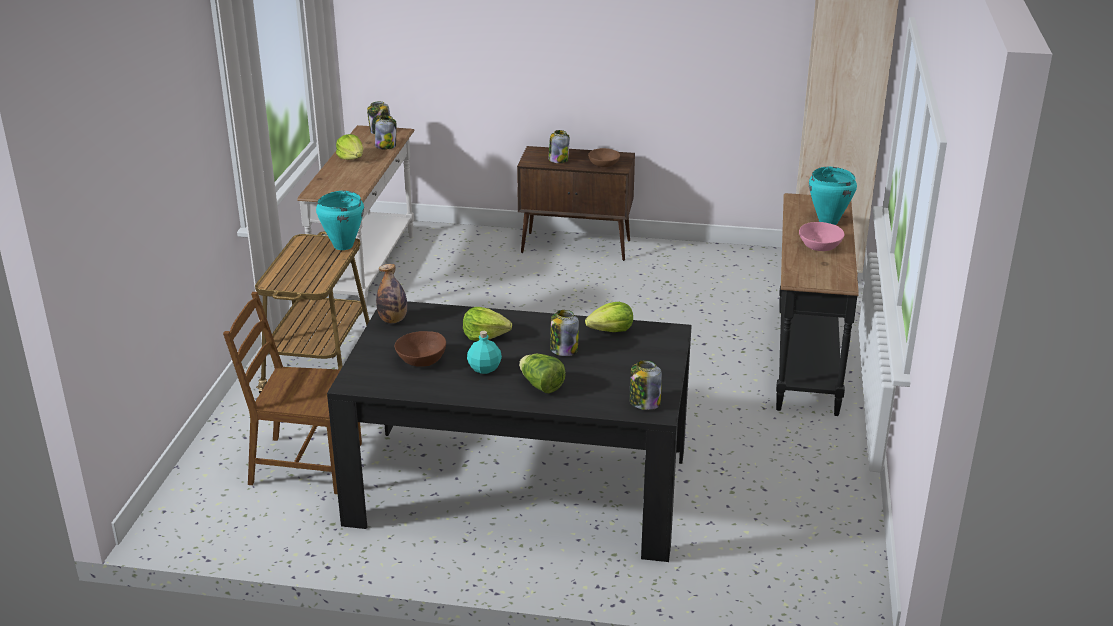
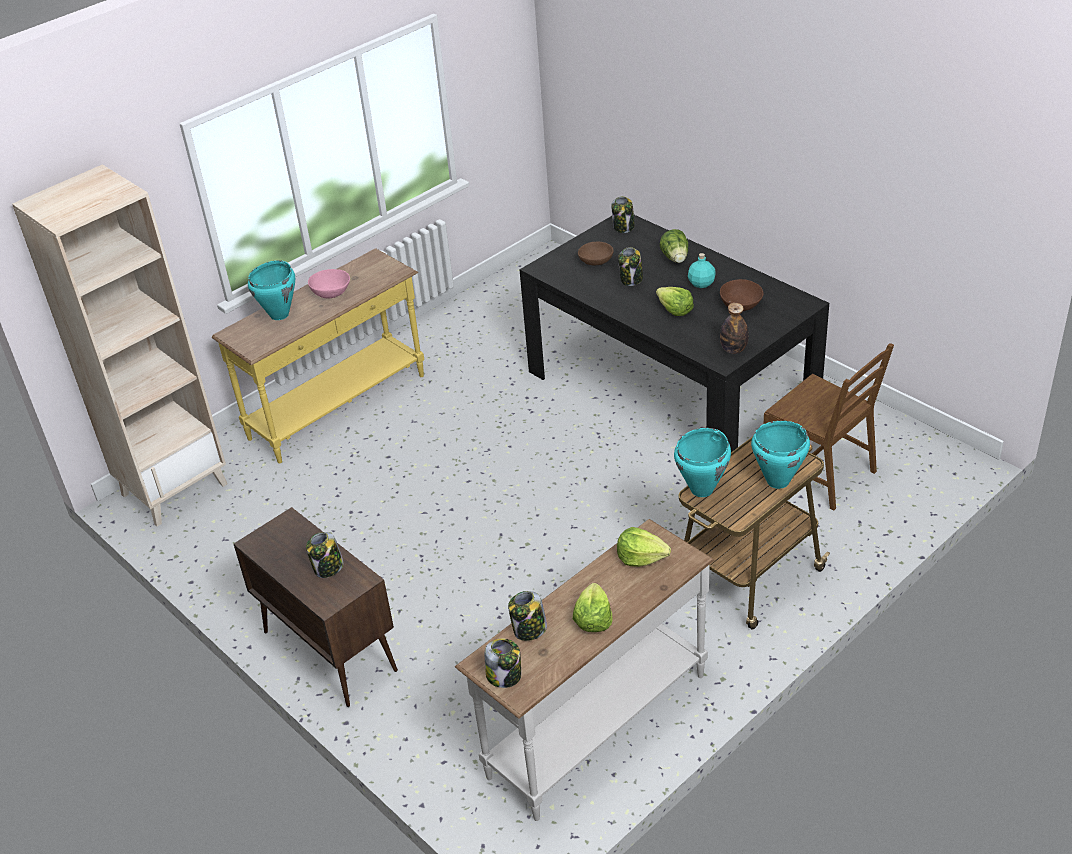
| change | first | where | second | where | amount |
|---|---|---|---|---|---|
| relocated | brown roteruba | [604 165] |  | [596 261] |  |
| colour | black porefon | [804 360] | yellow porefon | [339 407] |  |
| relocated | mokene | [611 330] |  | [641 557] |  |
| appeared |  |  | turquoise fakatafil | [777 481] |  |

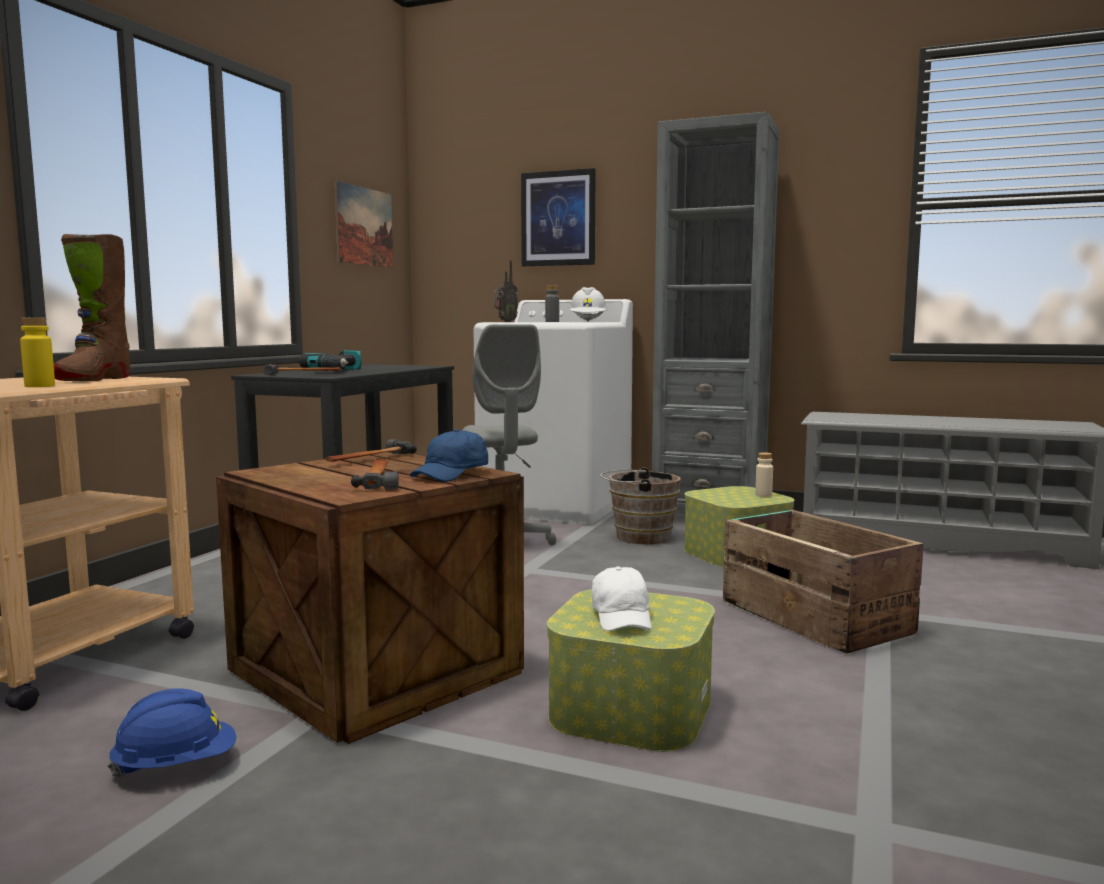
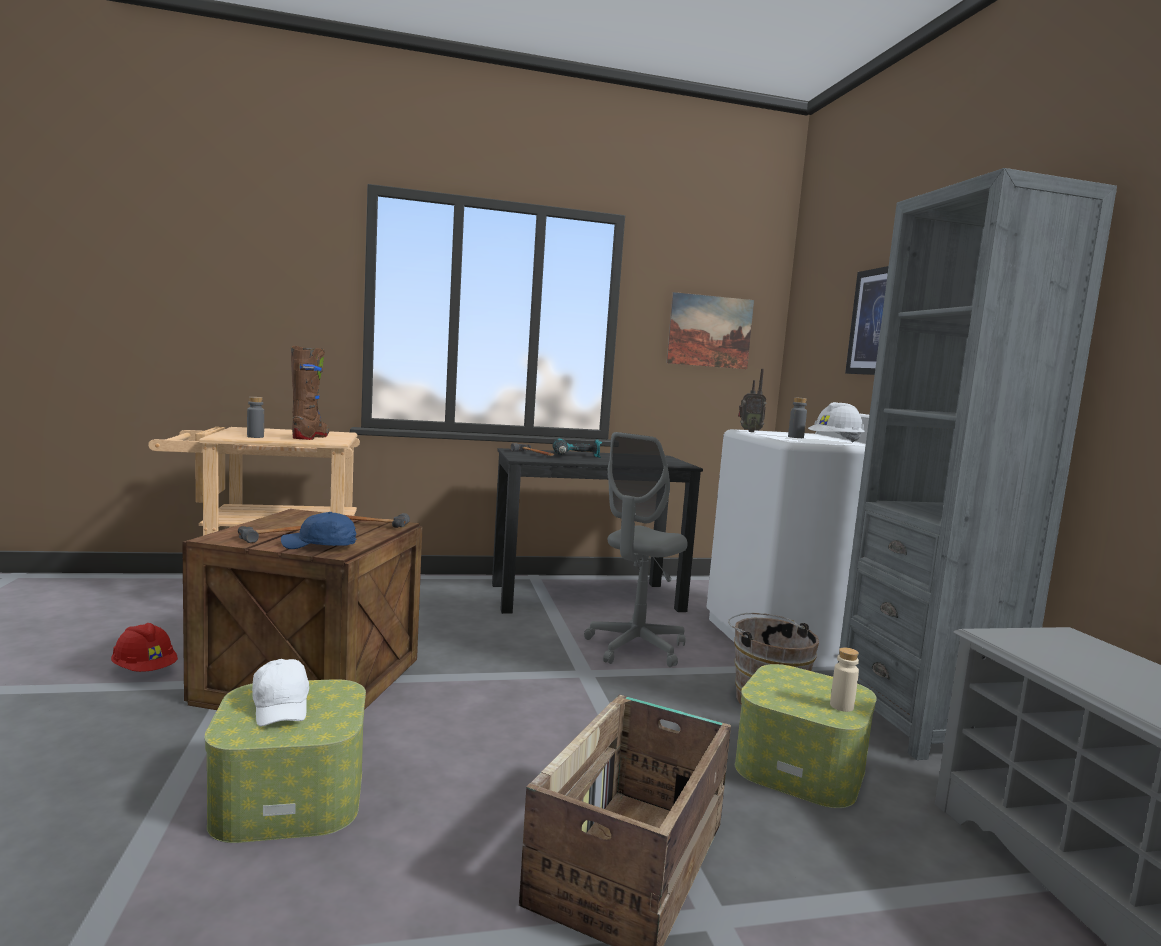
| change | first | where | second | where | amount |
|---|---|---|---|---|---|
| spun | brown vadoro | [93 380] |  | [311 437] | 120 degrees clockwise |
| colour | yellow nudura | [40 386] | grey nudura | [255 437] |  |
| spun | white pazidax | [622 617] |  | [281 707] | 75 degrees counterclockwise |
| colour | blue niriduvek | [176 766] | red niriduvek | [145 670] |  |

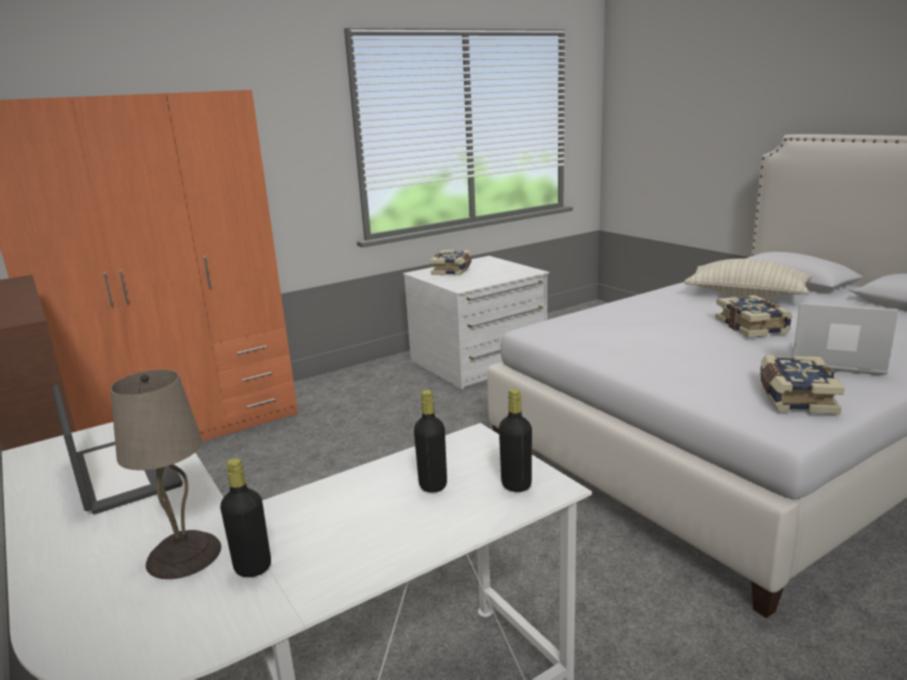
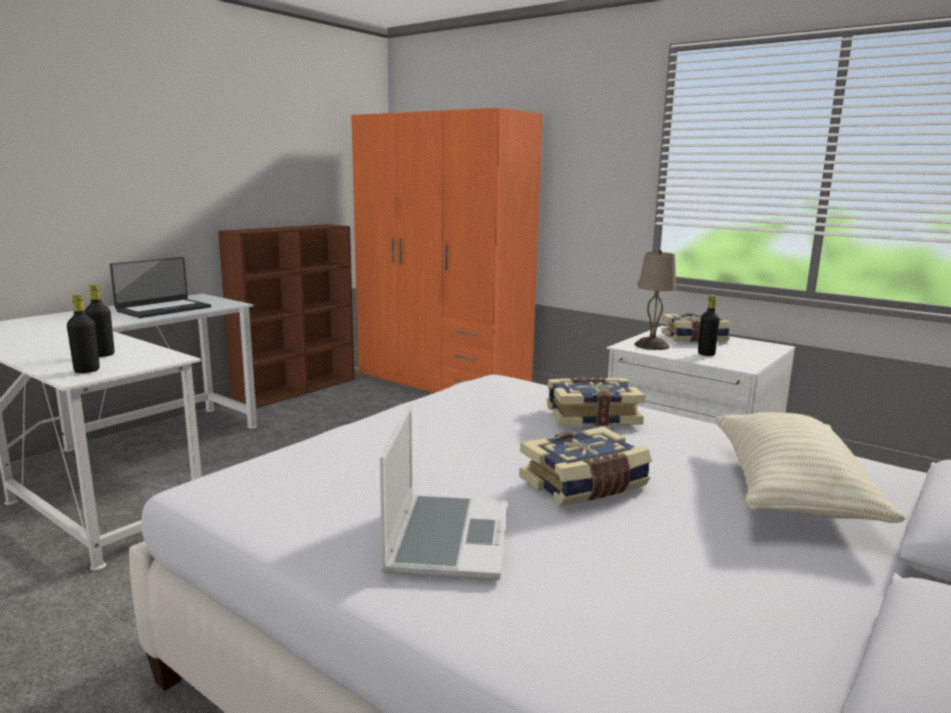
| change | first | where | second | where | amount |
|---|---|---|---|---|---|
| relocated | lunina | [794 397] |  | [592 416] |  |
| relocated | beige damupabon | [183 556] |  | [651 345] |  |
| relocated | black nudura | [253 567] |  | [706 354] |  |

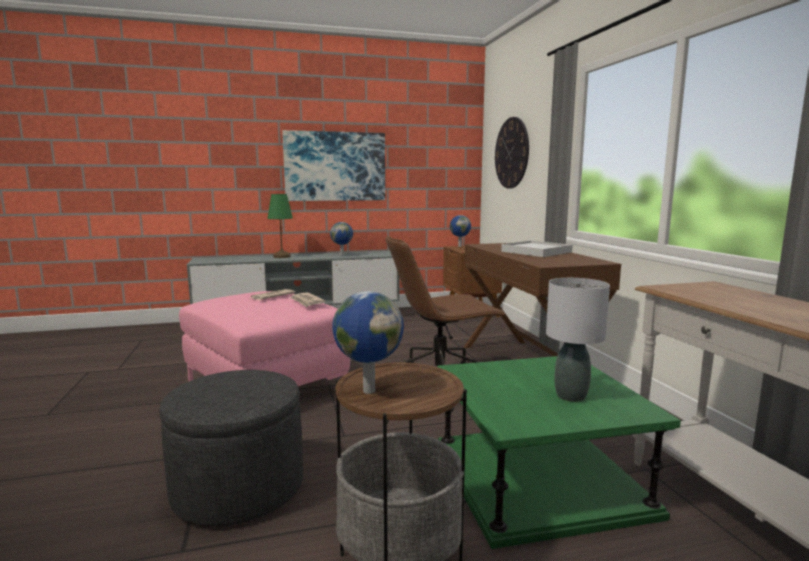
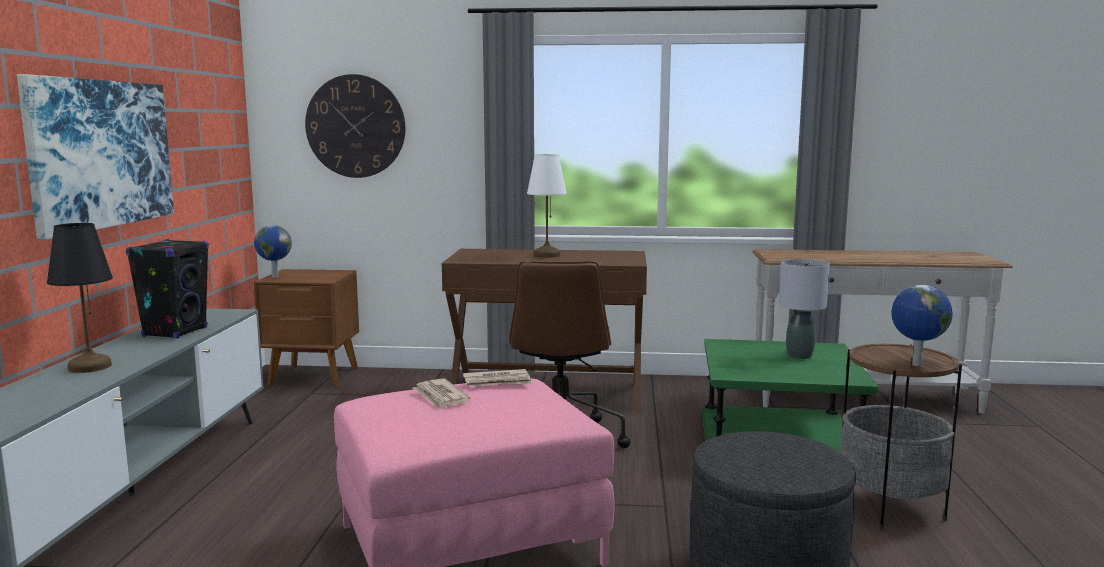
| change | first | where | second | where | amount |
|---|---|---|---|---|---|
| colour | green damupabon | [281 256] | black damupabon | [89 367] |  |
| exchanged | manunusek | [342 255] | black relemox | [175 332] |  |
| exchanged | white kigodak | [536 252] | white damupabon | [546 255] |  |

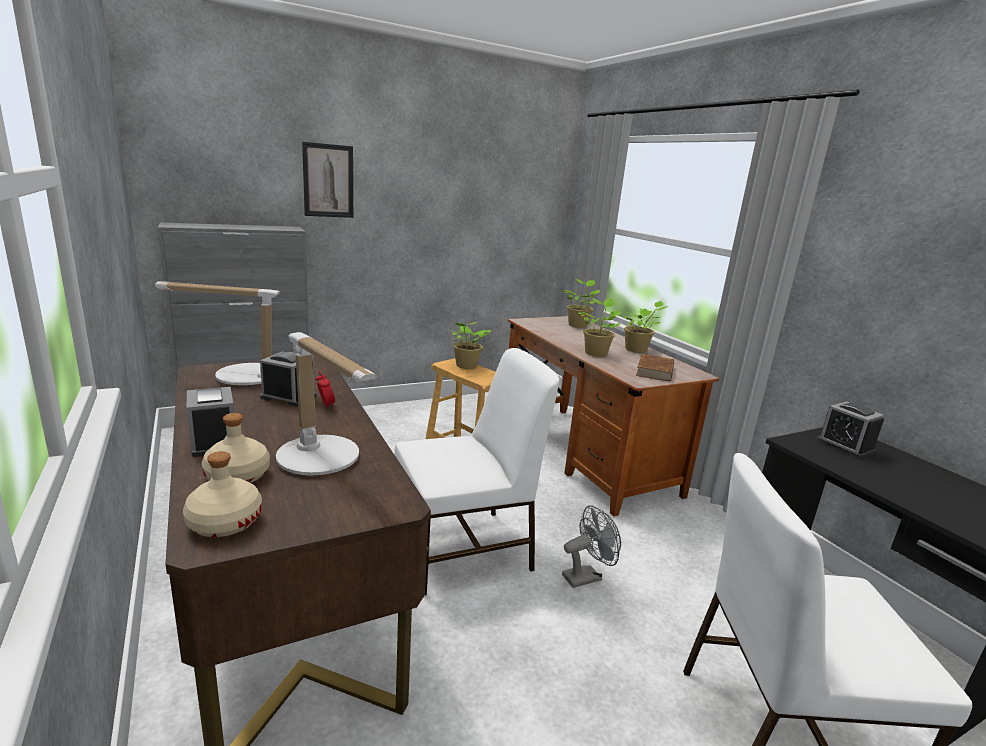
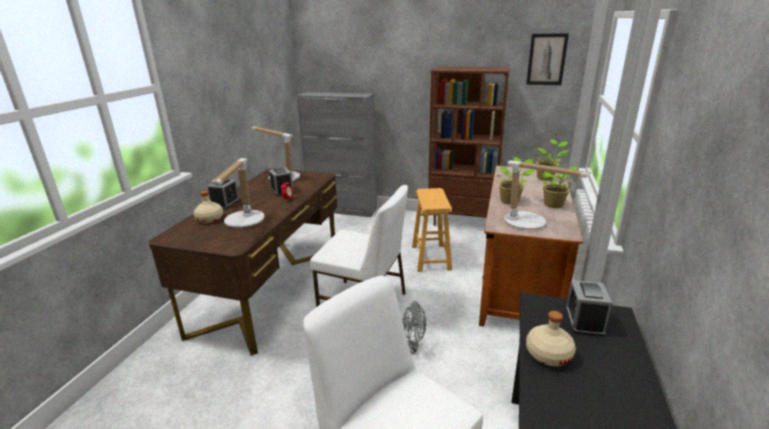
| change | first | where | second | where | amount |
|---|---|---|---|---|---|
| relocated | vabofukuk | [328 181] |  | [546 59] |  |
| missing | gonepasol | [466 366] |  |  |  |
| exchanged | brown lunina | [655 371] | damupabon | [530 223] |  |
| relocated | beige nudura | [224 522] |  | [548 354] |  |
| appeared |  |  | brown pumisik | [462 222] |  |

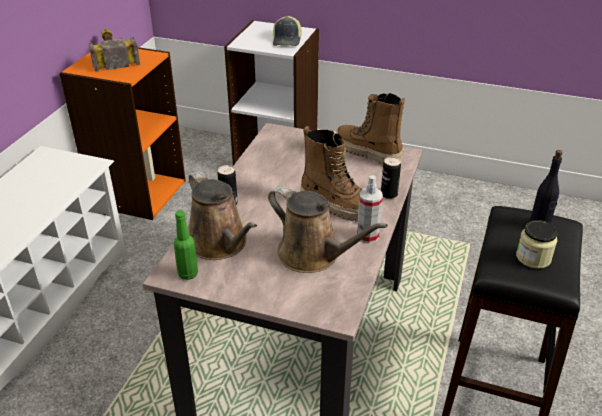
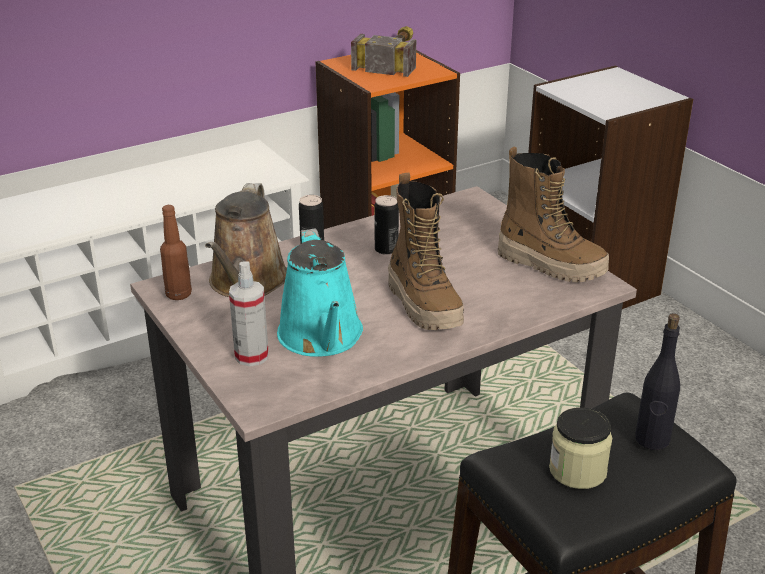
| change | first | where | second | where | amount |
|---|---|---|---|---|---|
| missing | pazidax | [287 40] |  |  |  |
| spun | vadoro | [367 154] |  | [551 265] | 135 degrees clockwise |
| relocated | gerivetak | [389 194] |  | [386 249] |  |
| relocated | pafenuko | [367 236] |  | [251 356] |  |
| colour | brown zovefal | [313 255] | turquoise zovefal | [322 338] |  |
| colour | green nudura | [188 274] | brown nudura | [178 295] |  |

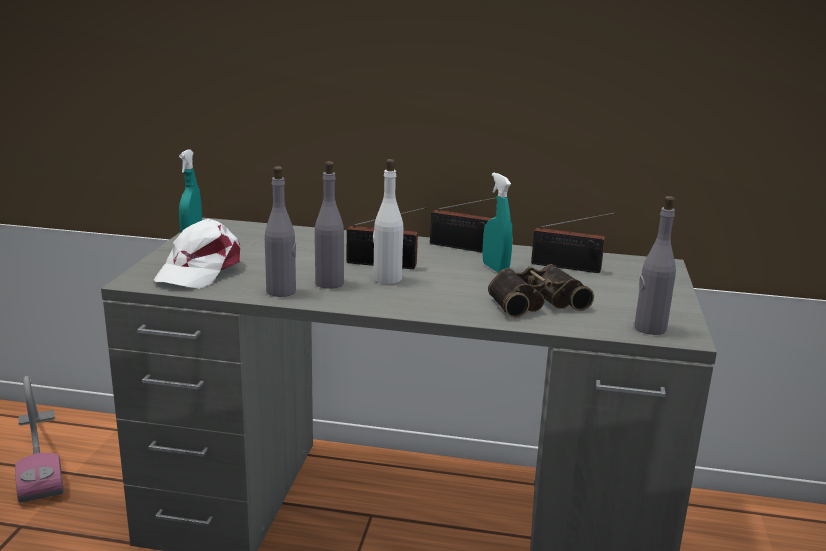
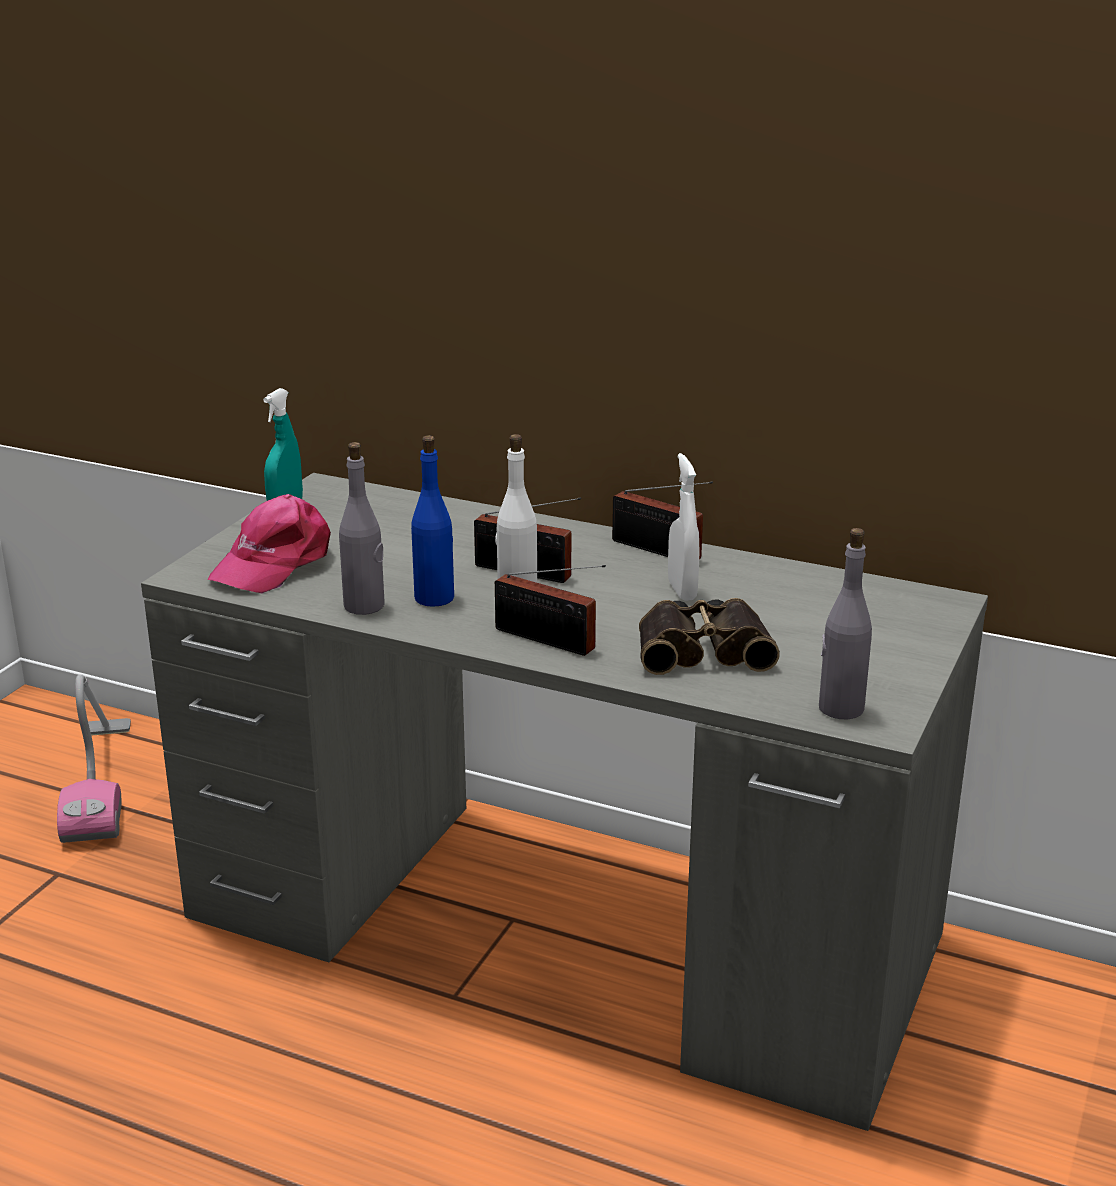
| change | first | where | second | where | amount |
|---|---|---|---|---|---|
| colour | grey nudura | [329 283] | blue nudura | [435 598] |  |
| colour | turquoise pafenuko | [495 268] | white pafenuko | [682 590] |  |
| relocated | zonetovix | [569 267] |  | [549 641] |  |
| colour | white pazidax | [199 270] | pink pazidax | [274 563] |  |

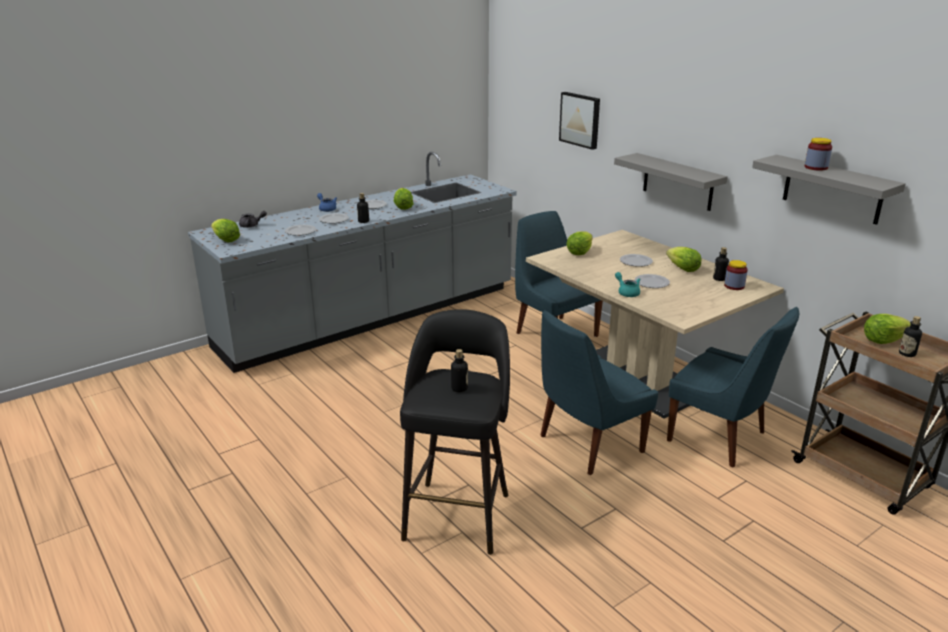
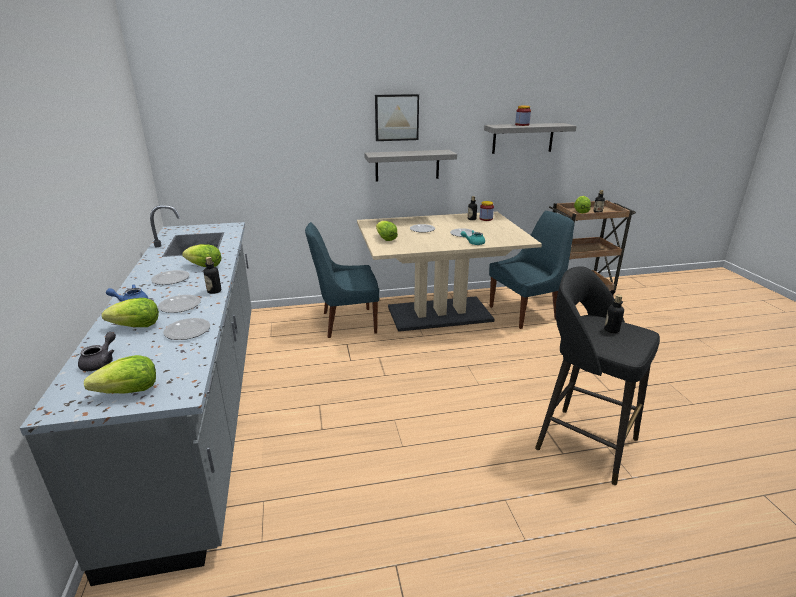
| change | first | where | second | where | amount |
|---|---|---|---|---|---|
| relocated | vabofukuk | [580 120] |  | [396 117] |  |
| relocated | mokene | [683 269] |  | [137 327] |  |
| missing | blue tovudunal | [587 445] |  |  |  |

